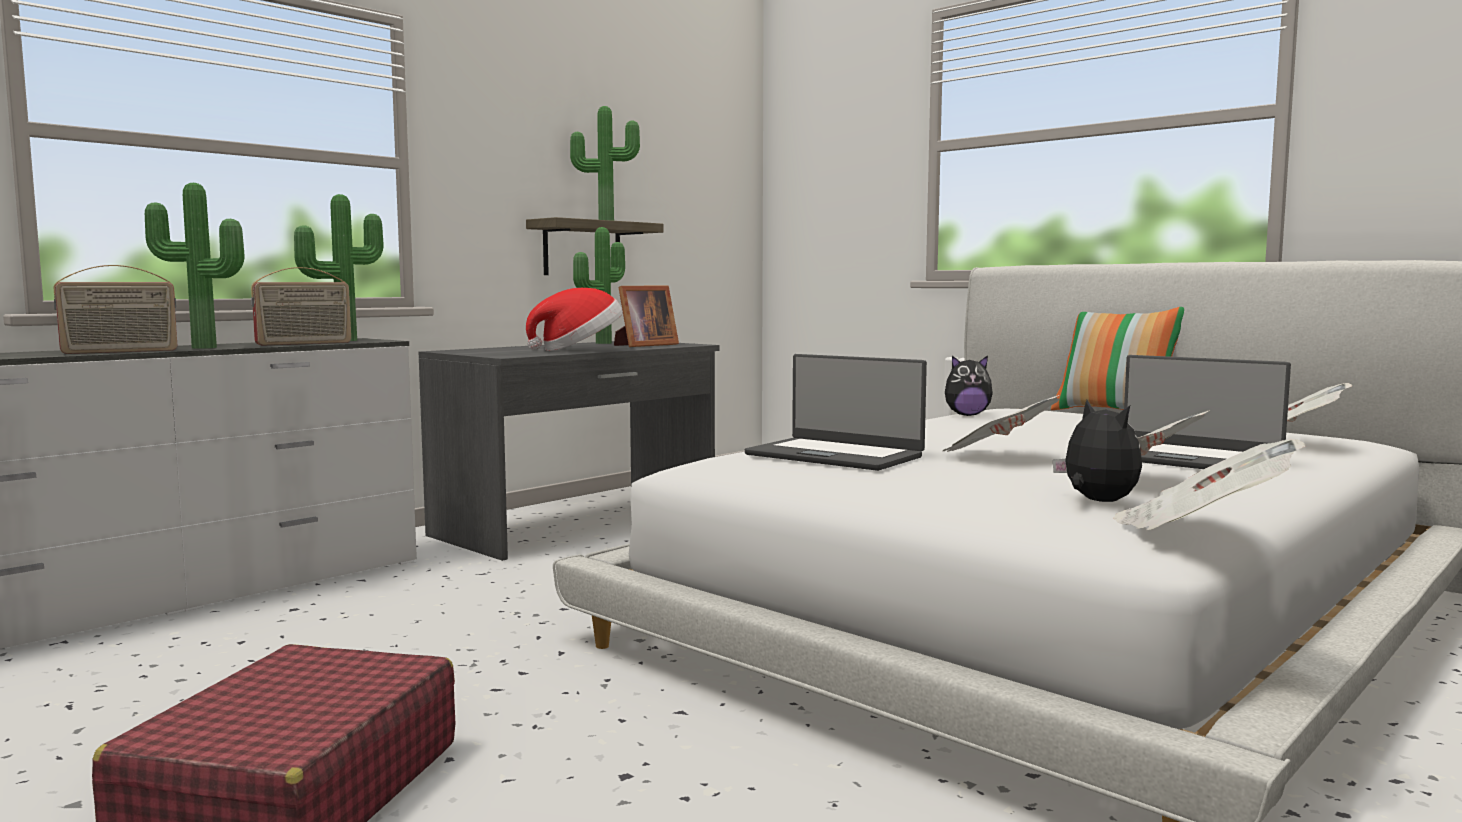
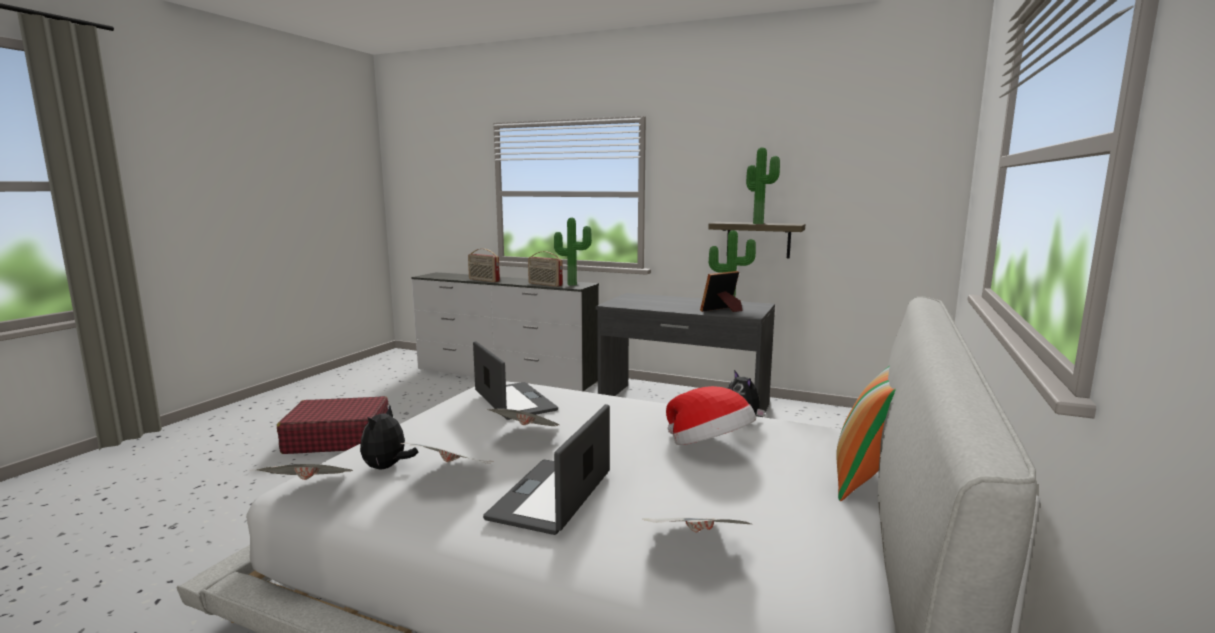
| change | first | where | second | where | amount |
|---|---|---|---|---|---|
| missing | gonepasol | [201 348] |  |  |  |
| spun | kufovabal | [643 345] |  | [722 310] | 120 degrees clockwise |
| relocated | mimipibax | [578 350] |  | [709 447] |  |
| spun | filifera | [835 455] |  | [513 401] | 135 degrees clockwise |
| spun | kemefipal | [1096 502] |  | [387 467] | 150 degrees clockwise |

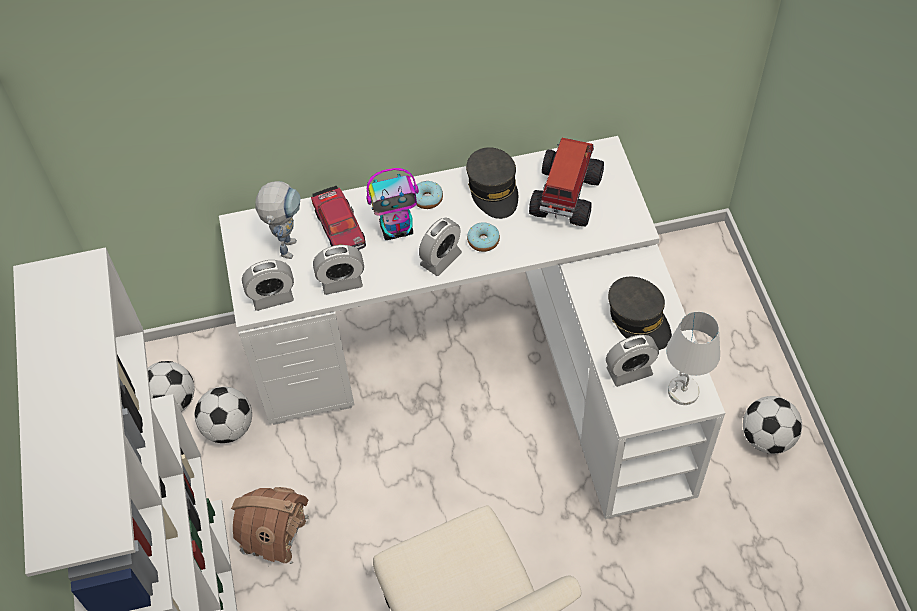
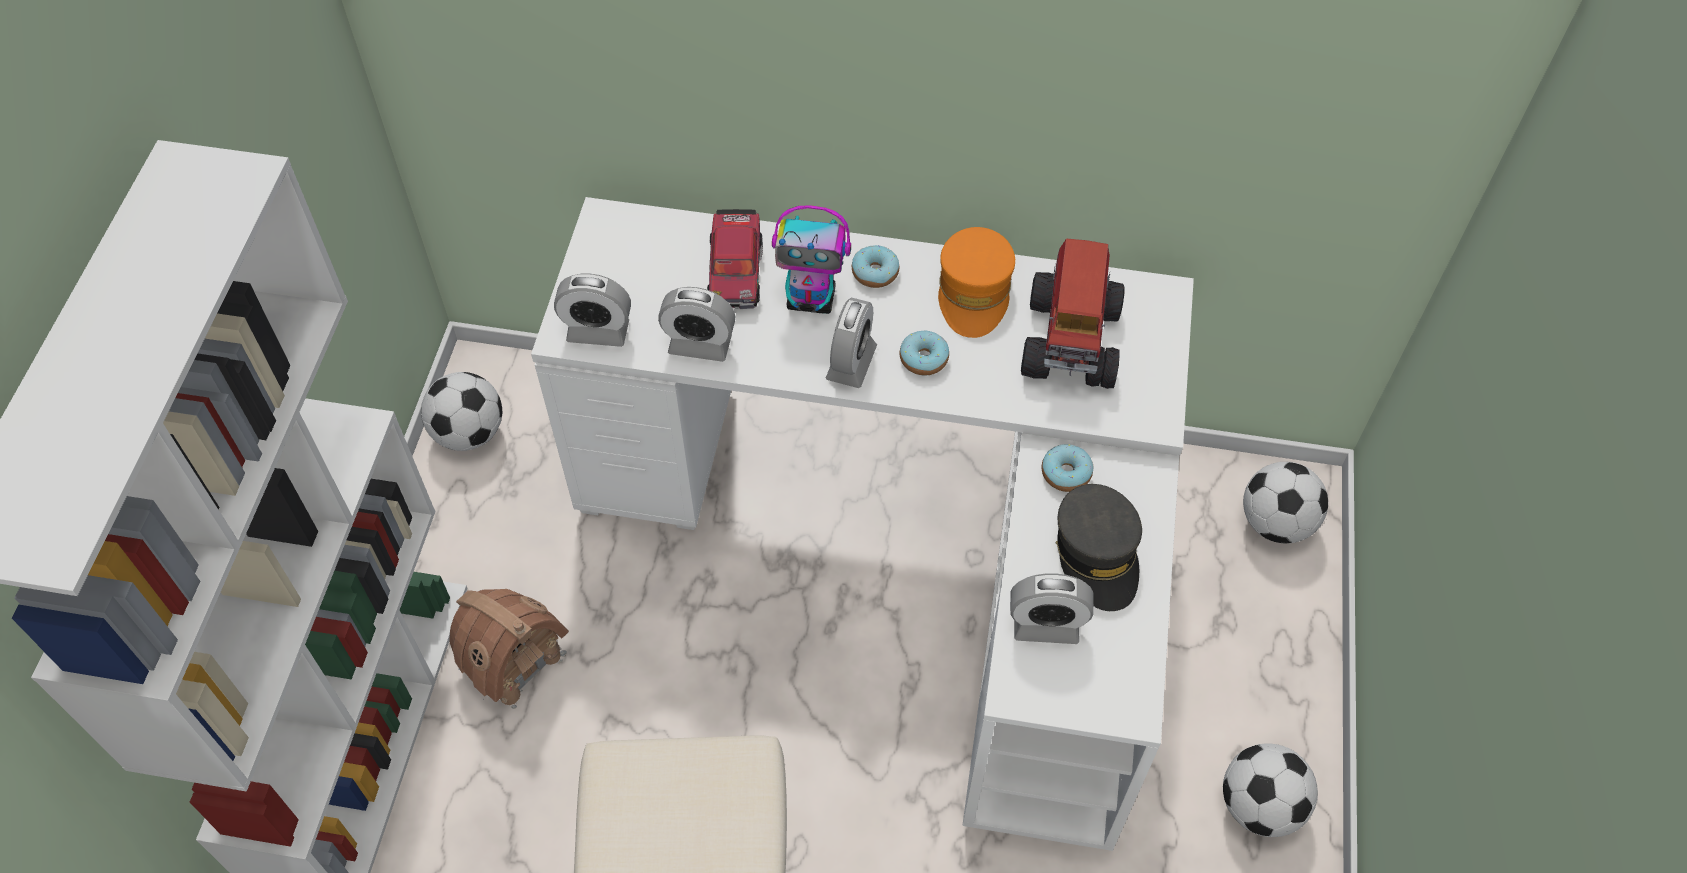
| change | first | where | second | where | amount |
|---|---|---|---|---|---|
| spun | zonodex | [565 197] |  | [1071 339] | 150 degrees clockwise |
| colour | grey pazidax | [493 189] | orange pazidax | [974 292] |  |
| missing | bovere | [287 243] |  |  |  |
| spun | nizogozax | [441 259] |  | [851 363] | 45 degrees counterclockwise |
| missing | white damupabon | [683 392] |  |  |  |
| relocated | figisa | [228 428] |  | [1275 523] |  |
| appeared |  |  | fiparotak | [1066 473] |  |

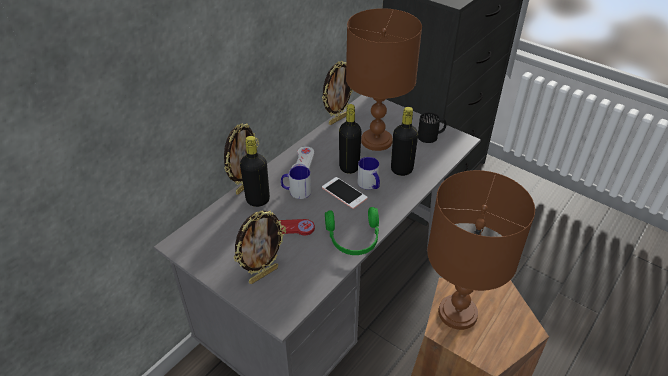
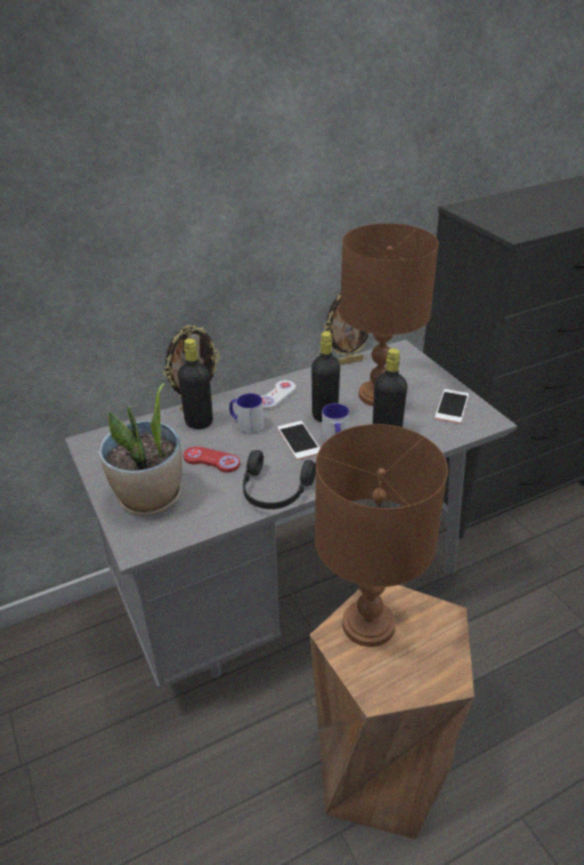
| change | first | where | second | where | amount |
|---|---|---|---|---|---|
| exchanged | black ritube | [431 136] | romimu | [452 407] |  |
| colour | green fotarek | [353 238] | black fotarek | [274 491] |  |
| exchanged | kufovabal | [263 274] | gonepasol | [150 498] |  |

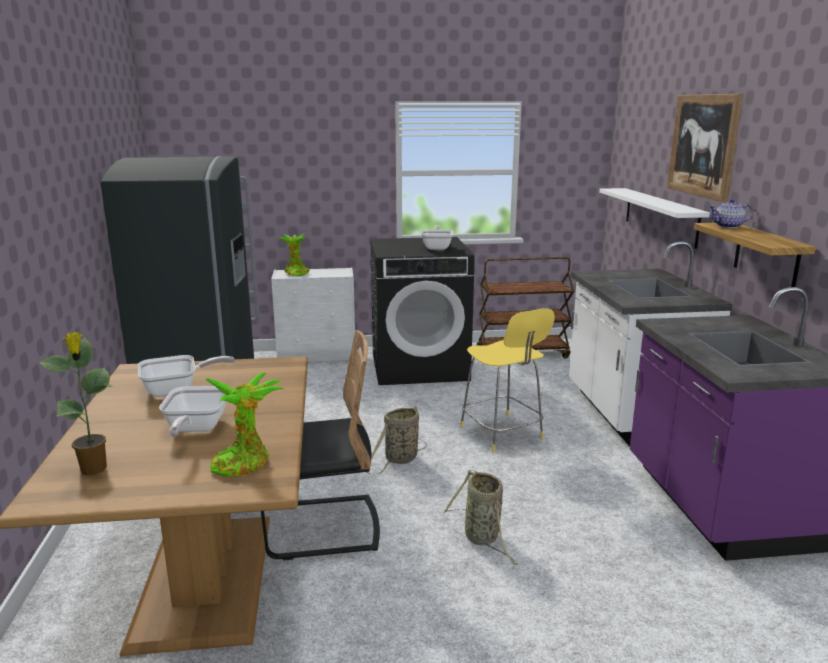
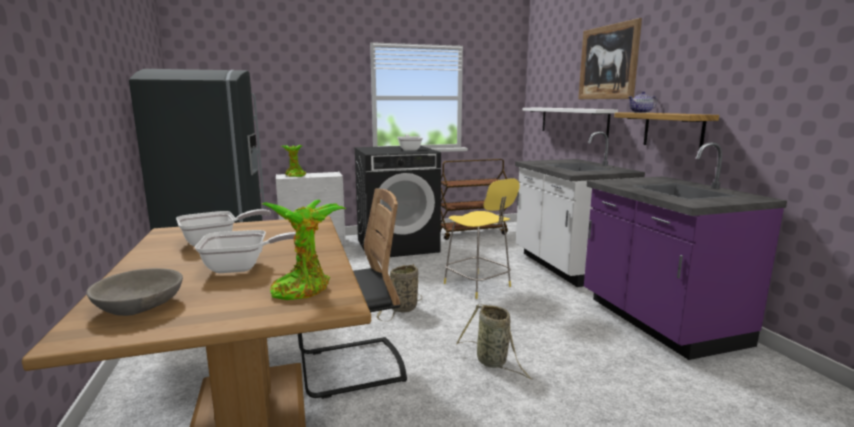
| change | first | where | second | where | amount |
|---|---|---|---|---|---|
| exchanged | gonepasol | [94 470] | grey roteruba | [140 305] |  |
| spun | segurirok | [195 429] |  | [243 267] | 90 degrees counterclockwise |

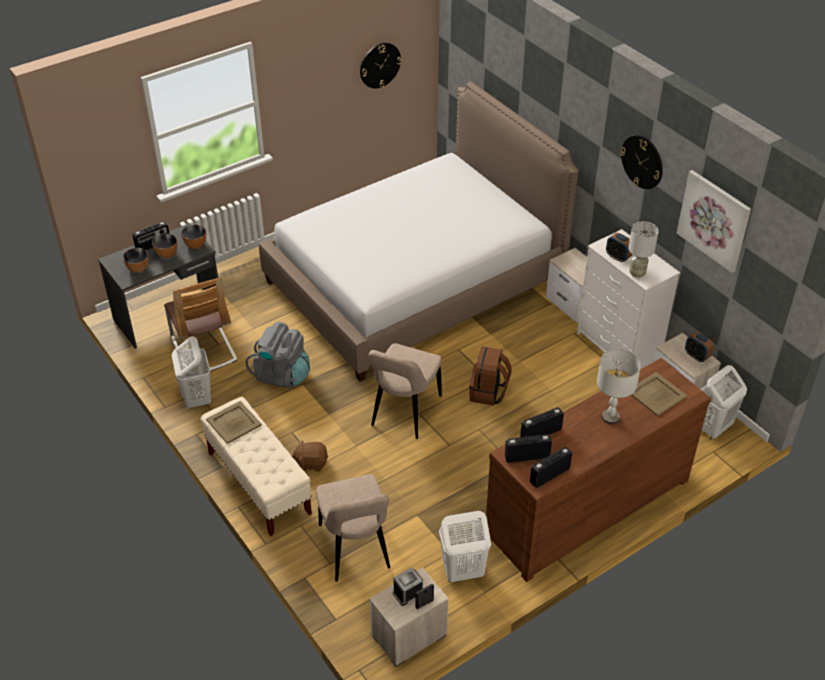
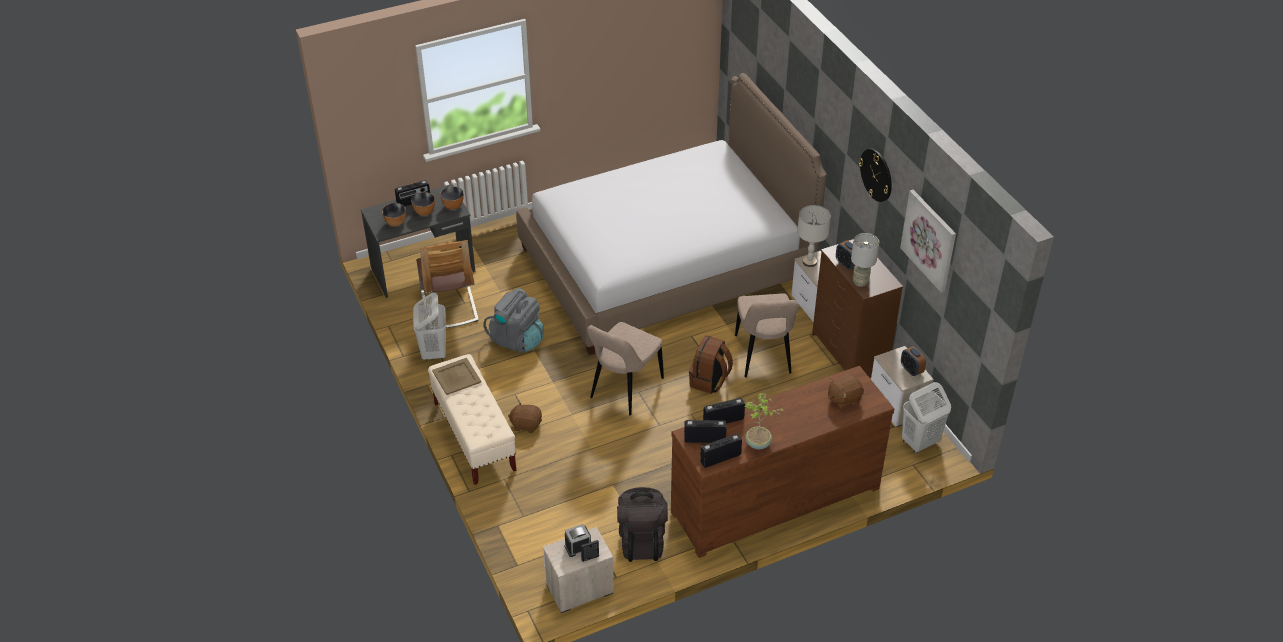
| change | first | where | second | where | amount |
|---|---|---|---|---|---|
| missing | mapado | [380 65] |  |  |  |
| colour | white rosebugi | [618 347] | brown rosebugi | [850 353] |  |
| relocated | grey damupabon | [610 417] |  | [809 262] |  |
| exchanged | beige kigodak | [657 394] | brown kemefipal | [843 399] |  |
| relocated | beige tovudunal | [355 550] |  | [763 357] |  |
| exchanged | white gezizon | [462 571] | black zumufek | [642 540] |  |
| appeared |  |  | gonepasol | [758 444] |  |

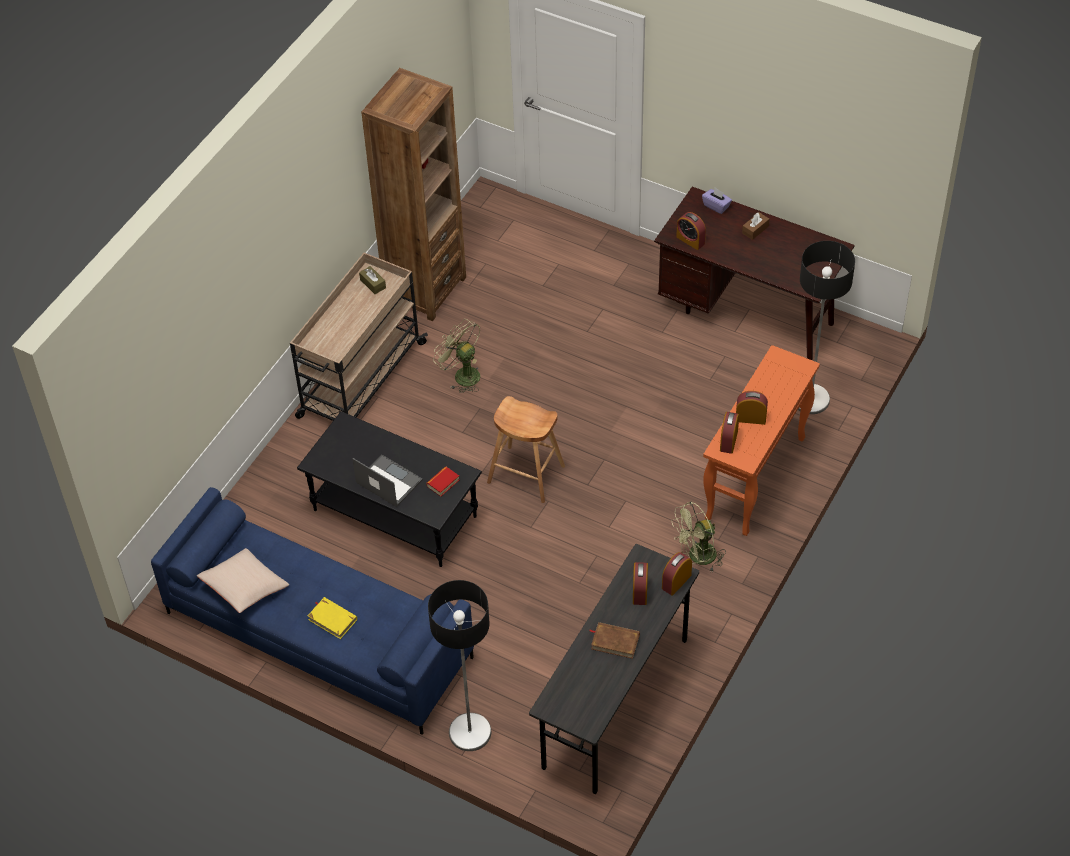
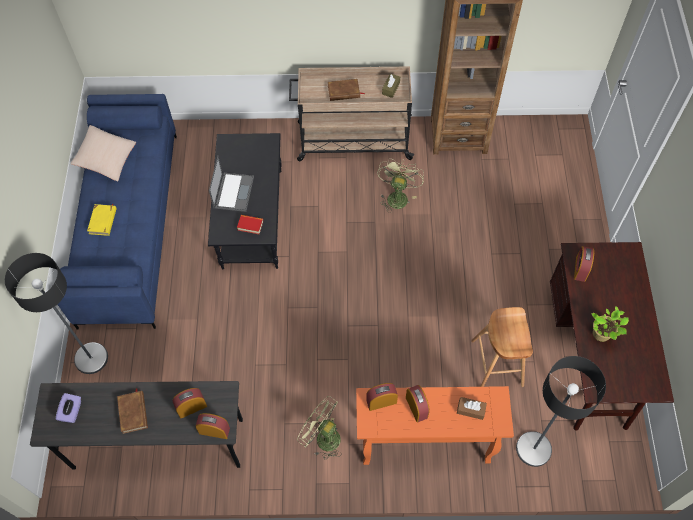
| change | first | where | second | where | amount |
|---|---|---|---|---|---|
| relocated | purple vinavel | [716 206] |  | [72 412] |  |
| relocated | brown vinavel | [755 230] |  | [471 410] |  |
| relocated | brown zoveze | [526 474] |  | [497 363] |  |
| appeared |  |  | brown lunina | [344 92] |  |
| appeared |  |  | gonepasol | [602 335] |  |

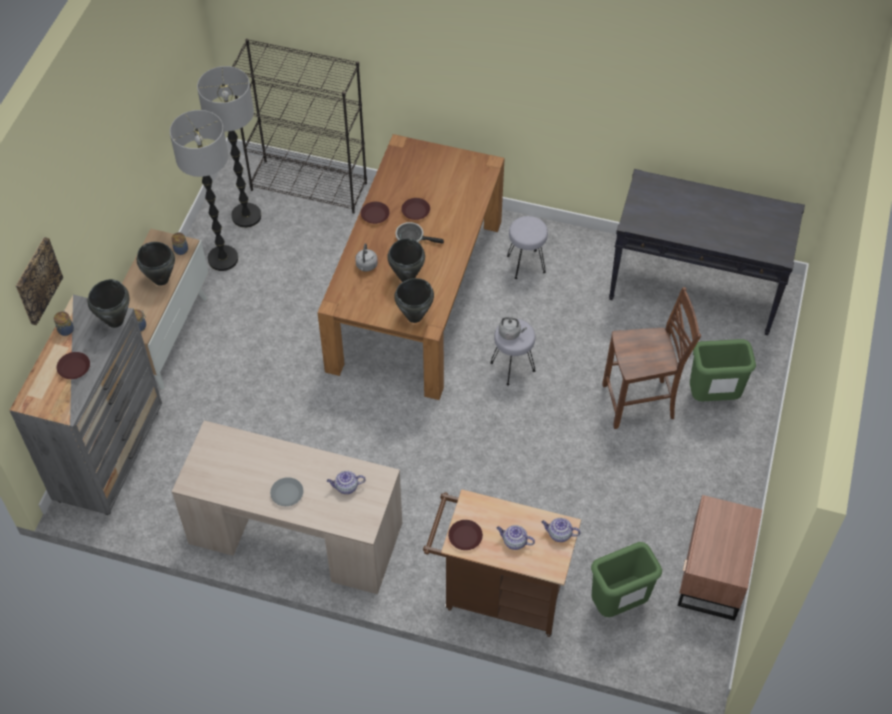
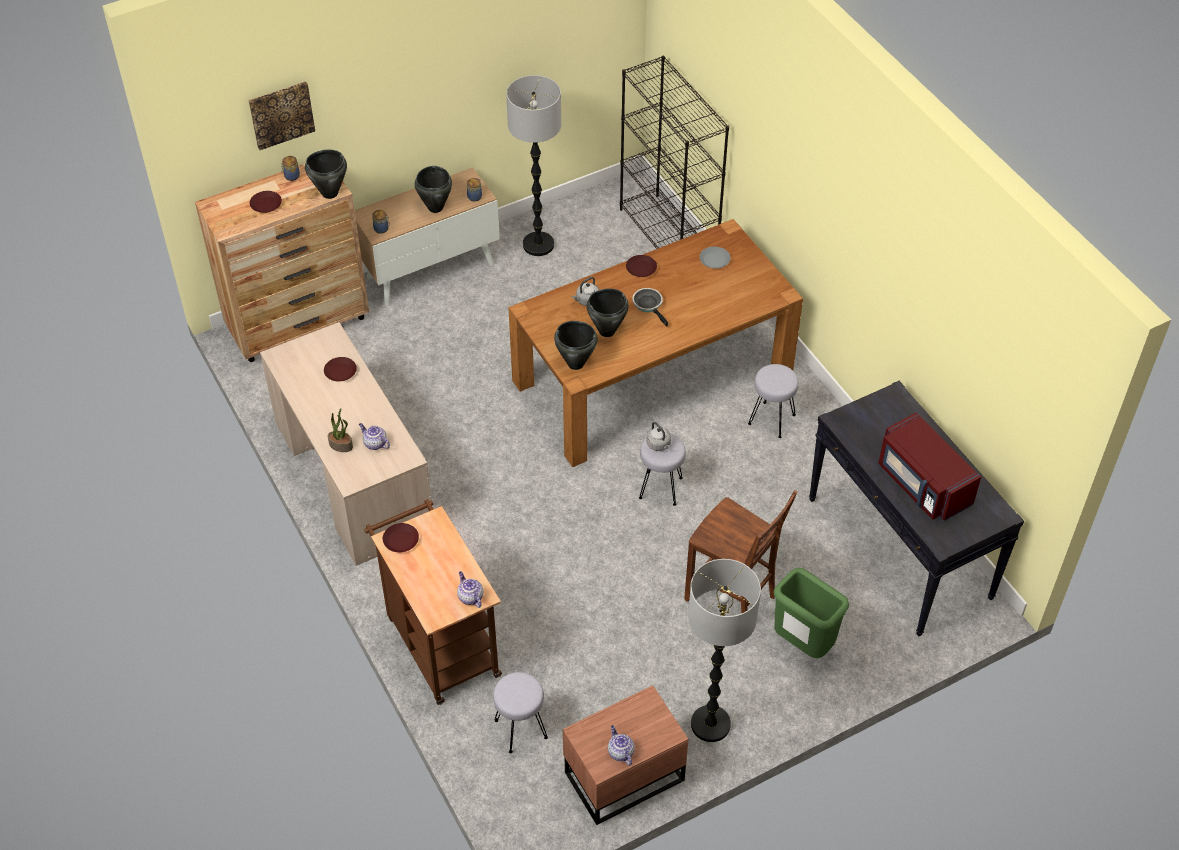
| change | first | where | second | where | amount |
|---|---|---|---|---|---|
| relocated | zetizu | [246 216] |  | [710 725] |  |
| relocated | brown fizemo | [415 211] |  | [340 372] |  |
| colour | grey rosebugi | [110 455] | brown rosebugi | [299 323] |  |
| relocated | grey fizemo | [286 494] |  | [714 260] |  |
| relocated | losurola | [514 542] |  | [620 752] |  |
| exchanged | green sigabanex | [618 604] | grey zoveze | [520 729] |  |
| appeared |  |  | gonepasol | [341 445] |  |
| appeared |  |  | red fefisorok | [922 484] |  |

